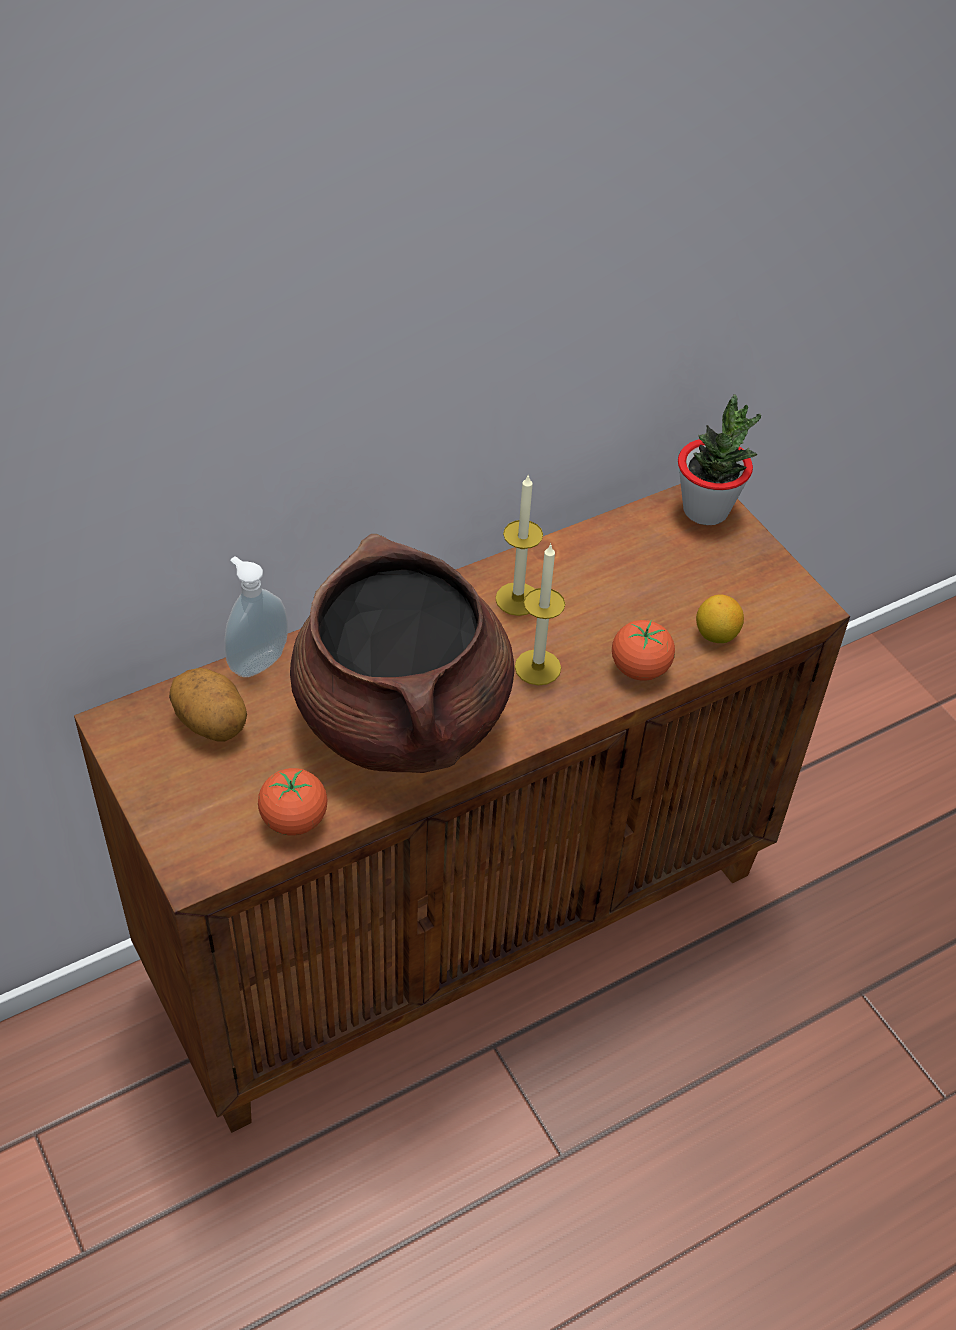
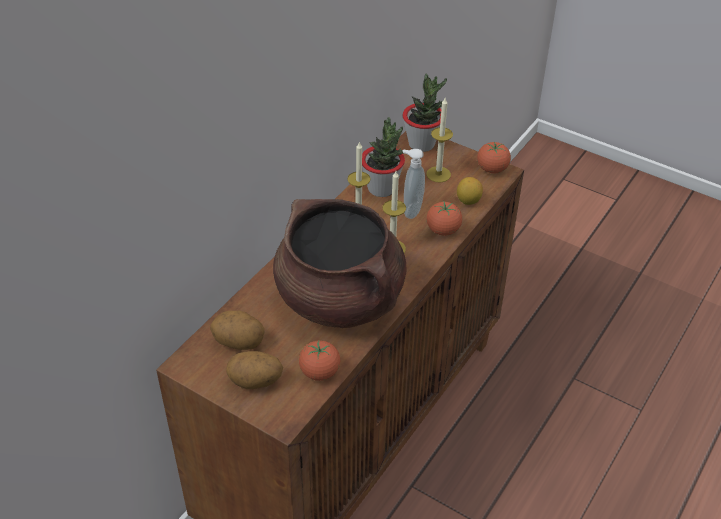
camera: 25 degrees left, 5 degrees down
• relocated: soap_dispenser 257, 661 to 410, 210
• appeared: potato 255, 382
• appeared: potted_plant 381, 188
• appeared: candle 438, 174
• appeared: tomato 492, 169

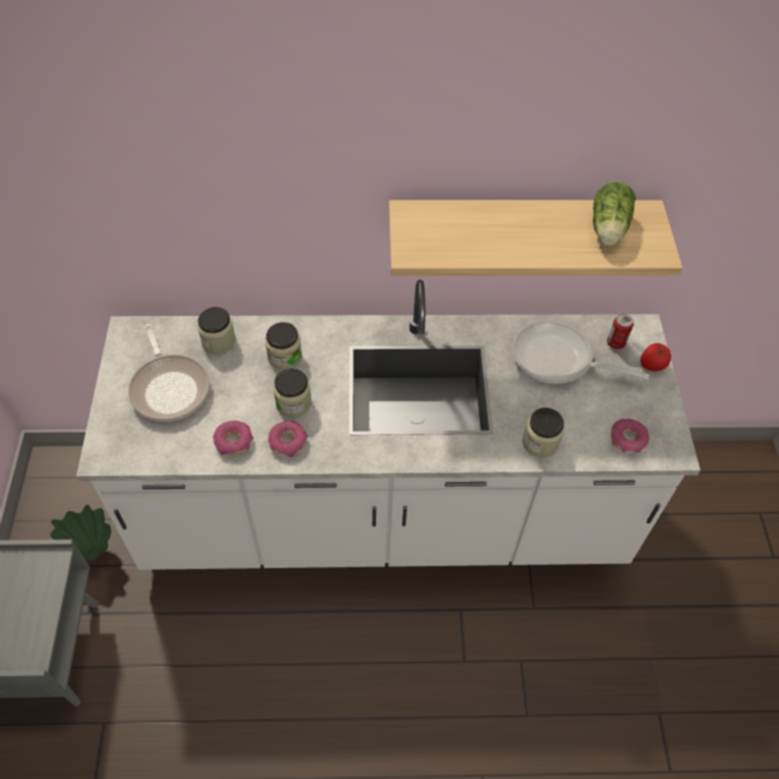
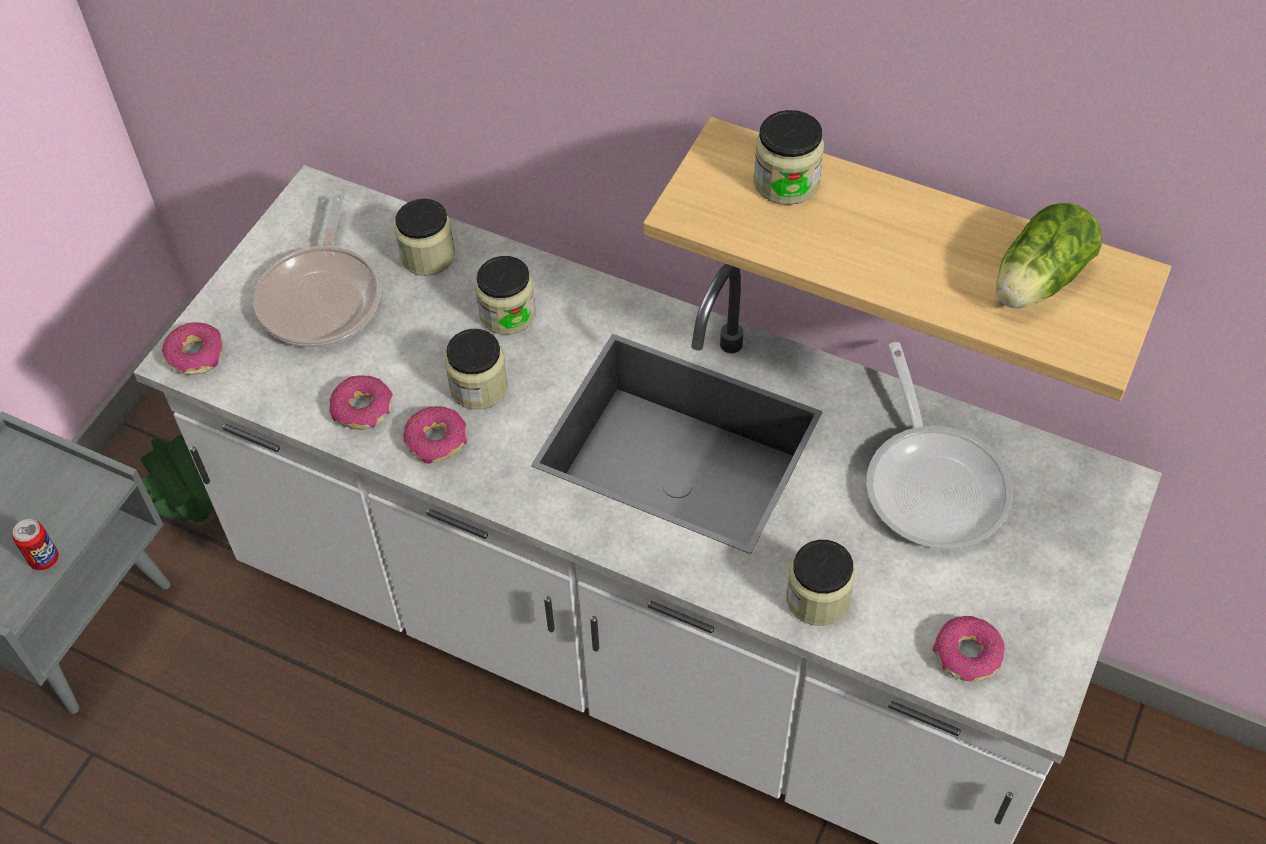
camera: 30 degrees right, 0 degrees up
• spun: frying_pan 559, 360 = 933, 481 150 degrees counterclockwise
• relocated: can 615, 343 to 44, 559
• missing: tomato 652, 365
• appeared: donut 196, 355
• appeared: jar 786, 182

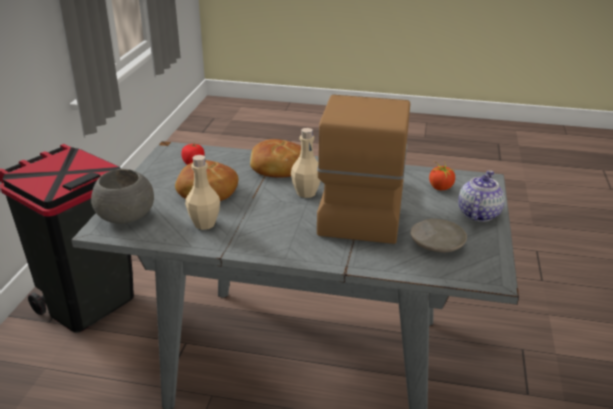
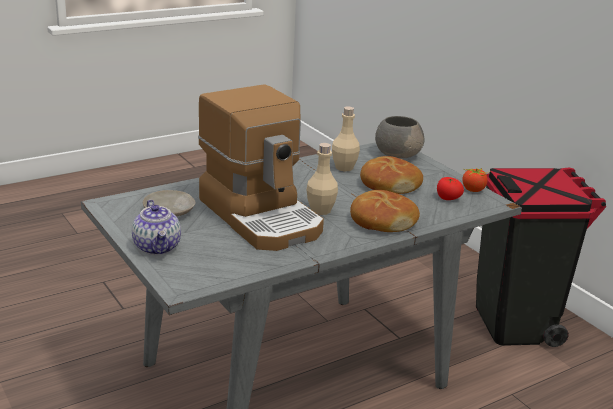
camera: 135 degrees right, 5 degrees down
• relocated: tomato 440, 187 to 473, 190

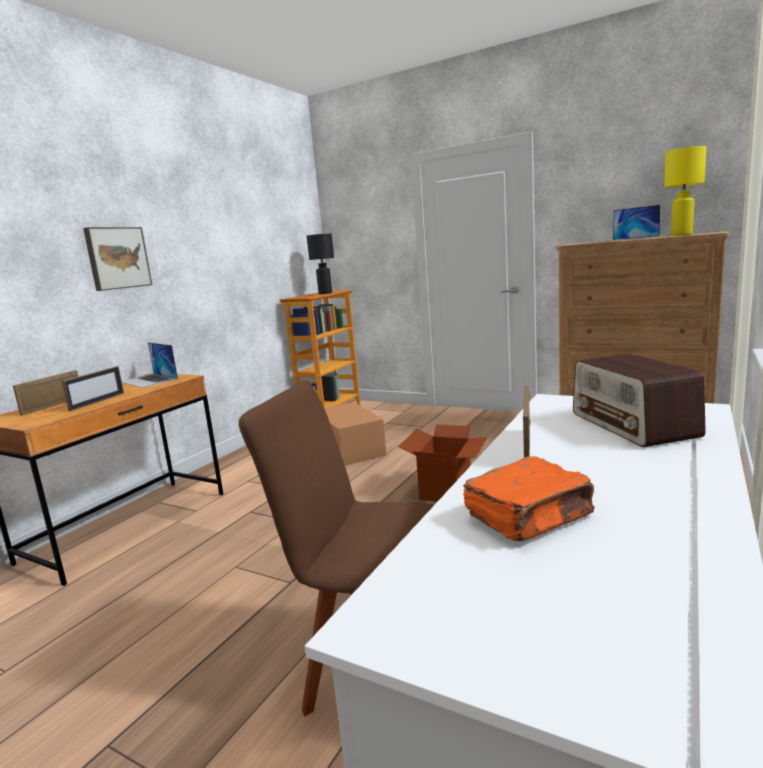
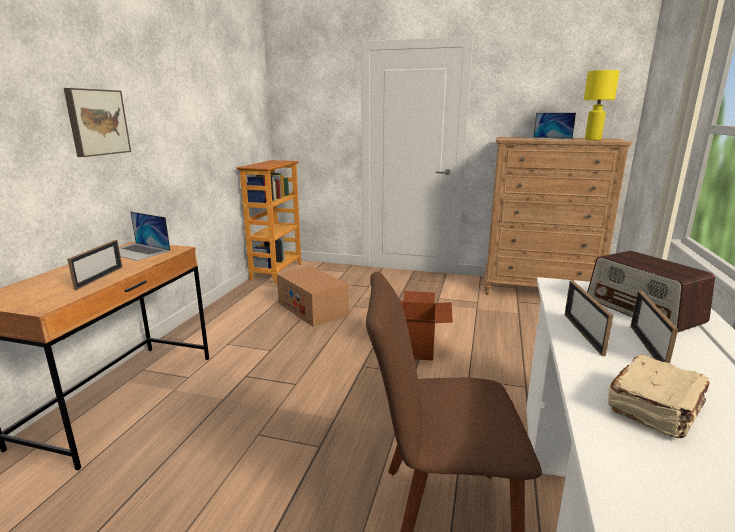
camera: 15 degrees left, 5 degrees up
• relocated: picture_frame 53, 406 to 647, 347
• missing: black_table_lamp 325, 293
• colour: orange_book 530, 517 to beige_book 656, 409

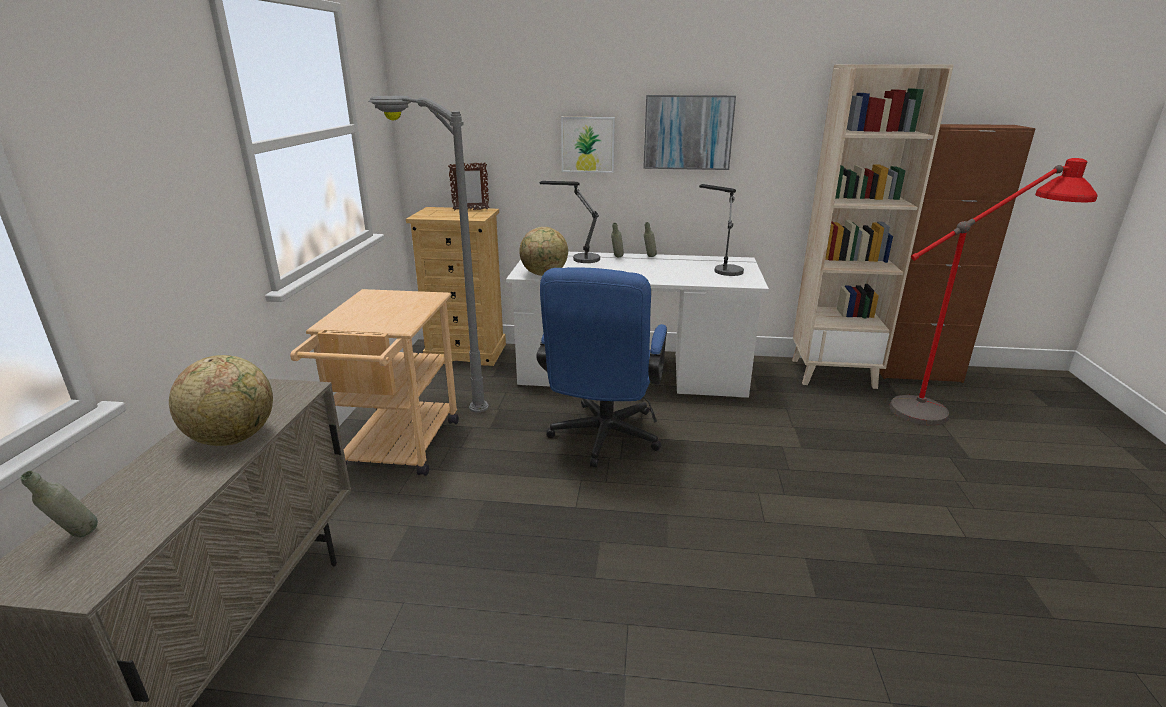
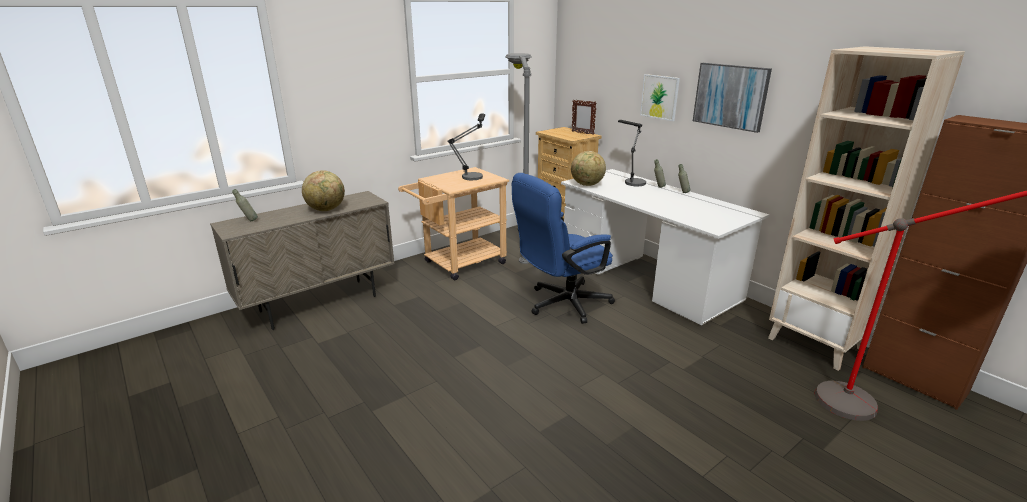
camera: 45 degrees right, 0 degrees up
• relocated: table_lamp 722, 269 to 474, 175

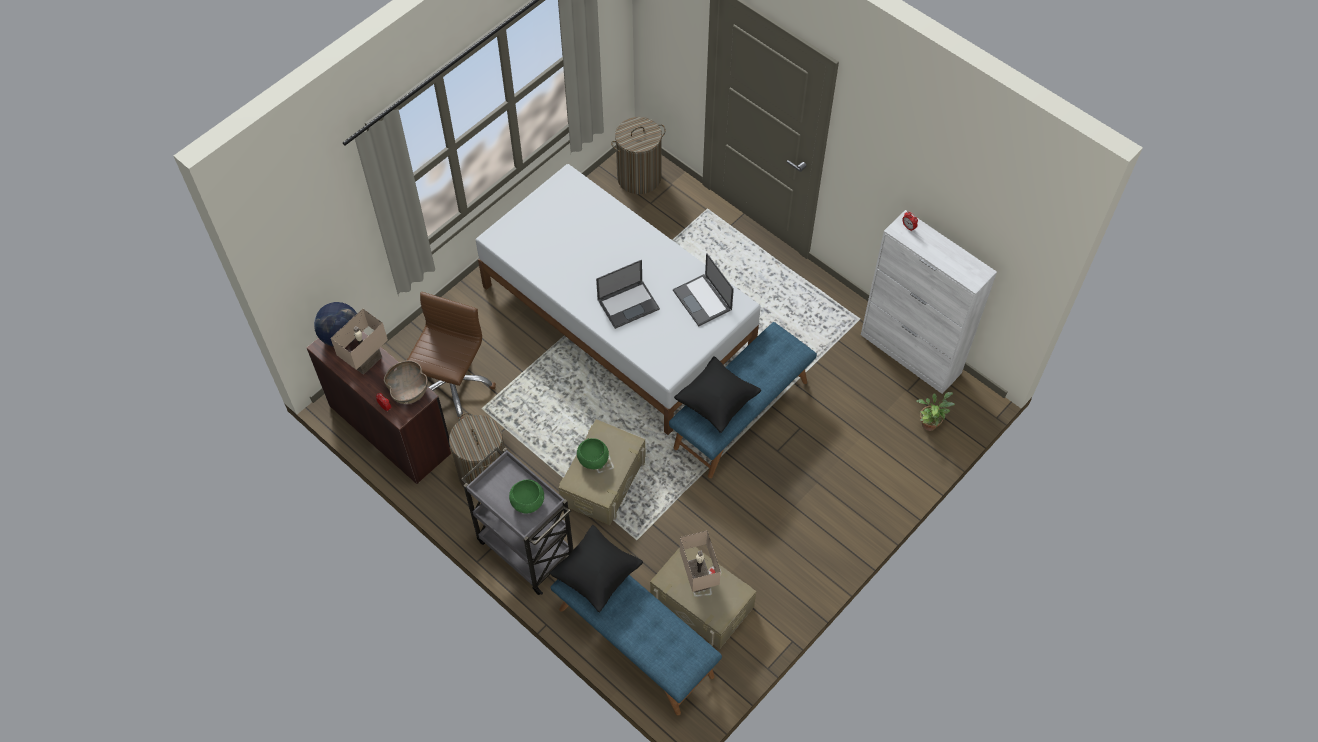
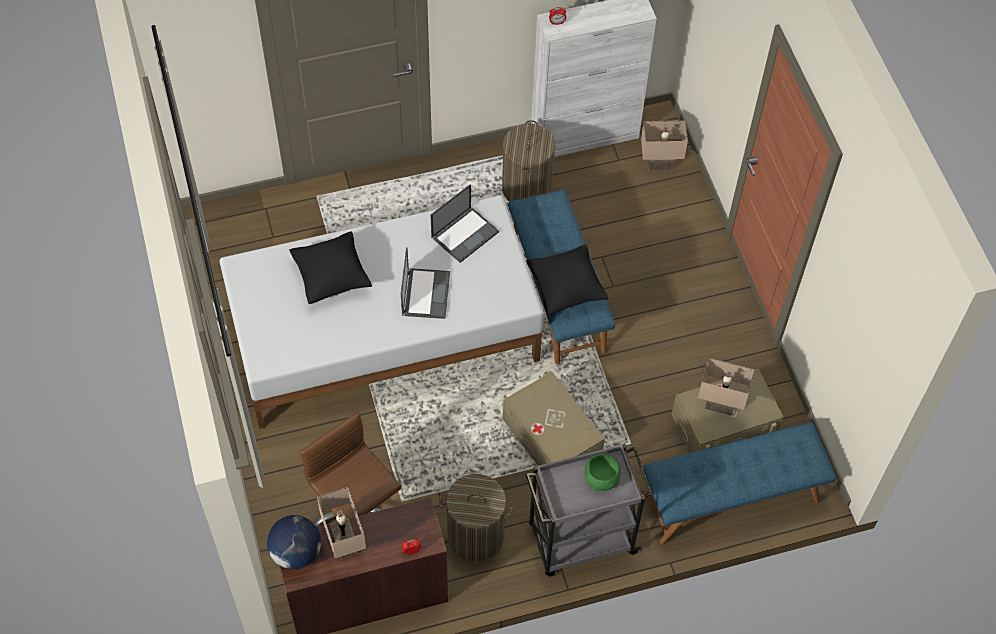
camera: 60 degrees left, 0 degrees up
• missing: brown_bowl 409, 390
• relocated: black_pillow 597, 575 to 331, 277
• missing: green_bowl 593, 459
• relocated: laundry_basket 639, 177 to 526, 188
• spun: laptop 703, 300 = 465, 234 45 degrees counterclockwise
• exchanged: potted_plant 929, 422 to beige_table_lamp 660, 162

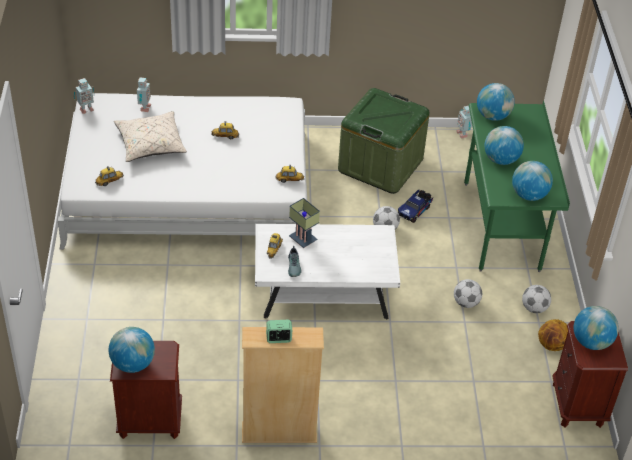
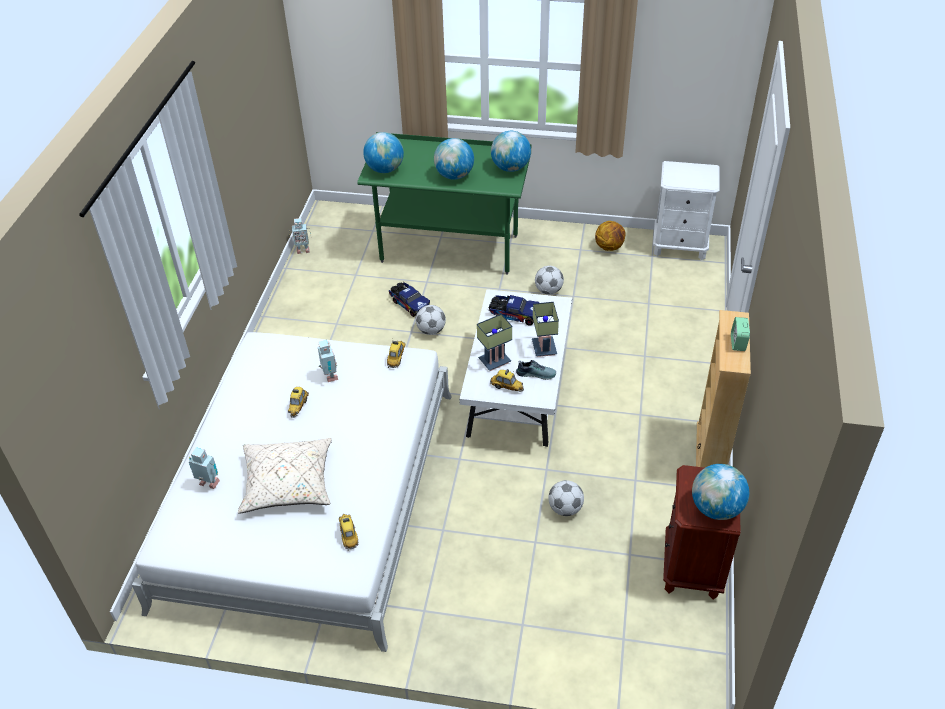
camera: 75 degrees left, 0 degrees up
• relocated: toy_robot 86, 109 to 329, 377
• missing: green_storage_box 380, 165
• relocated: football 534, 308 to 565, 509
• colour: brown_nightstand 578, 405 to white_nightstand 680, 246
• missing: globe 591, 342
• appeared: toy_truck 514, 315
• appeared: table_lamp 542, 348

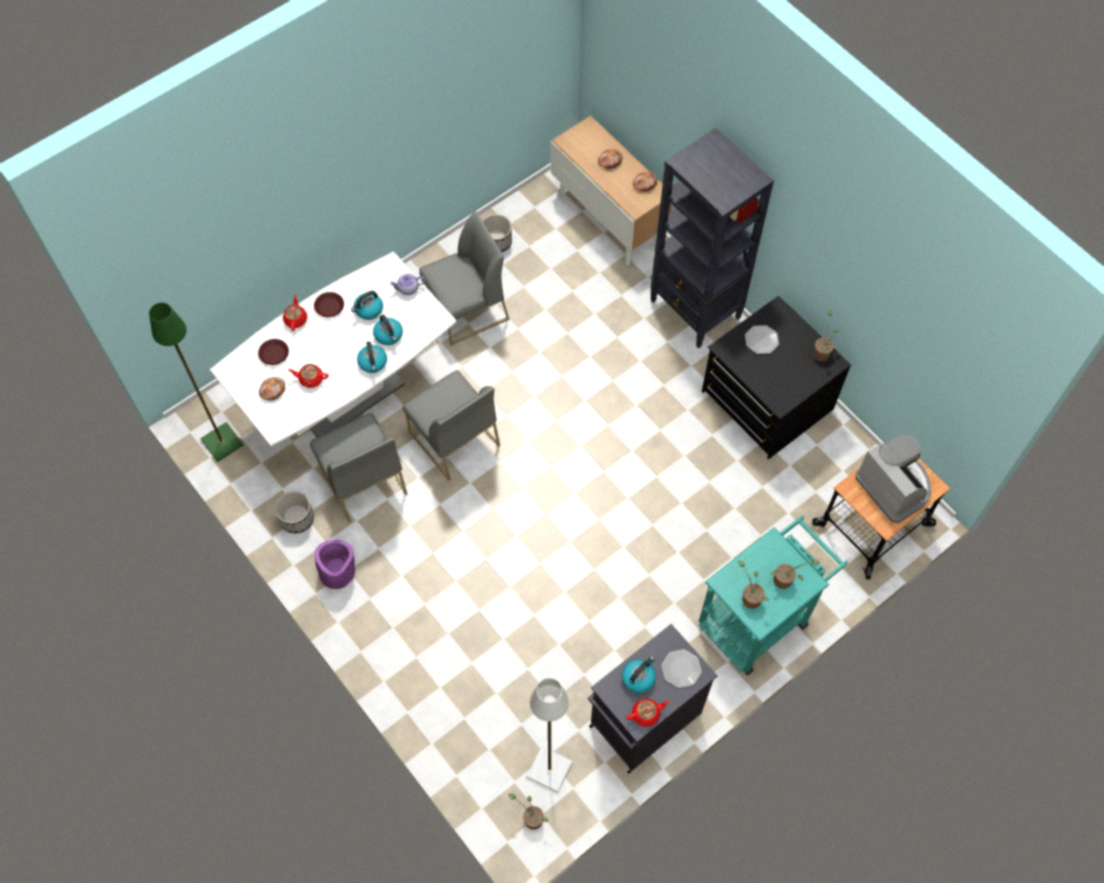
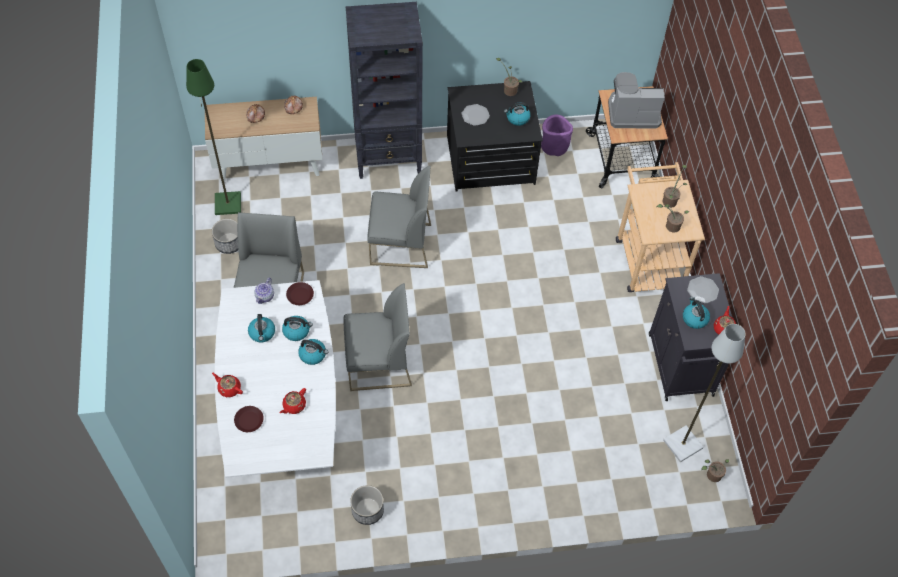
camera: 60 degrees left, 5 degrees down
• relocated: green_floor_lamp 221, 442 to 227, 204
• missing: bread 272, 390
• relocated: grey_chair 362, 480 to 400, 245
• relocated: brown_plate 329, 306 to 300, 295
• relocated: purple_planter 338, 572 to 554, 146
• colour: turquoise_cart 759, 617 to beige_cart 647, 257
• appeared: kettle 517, 118

